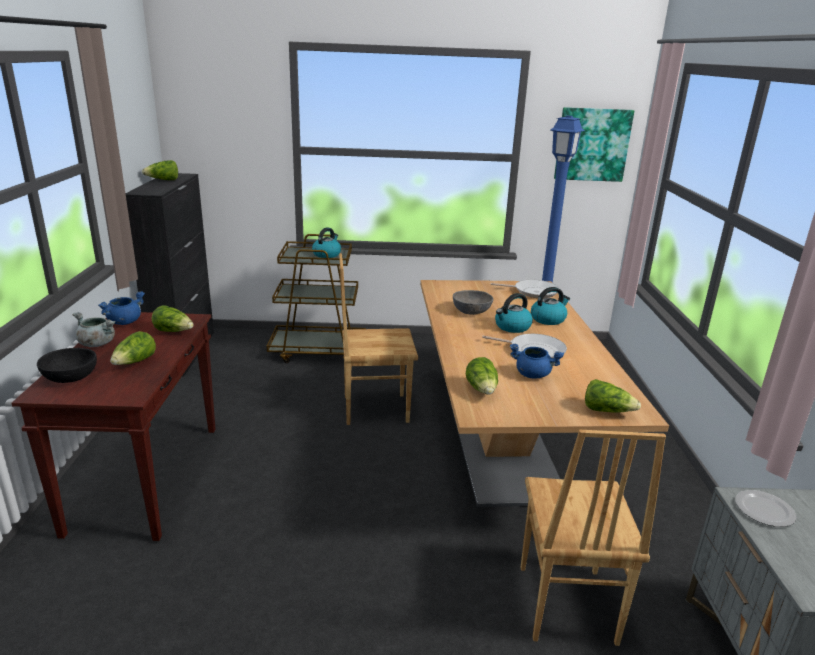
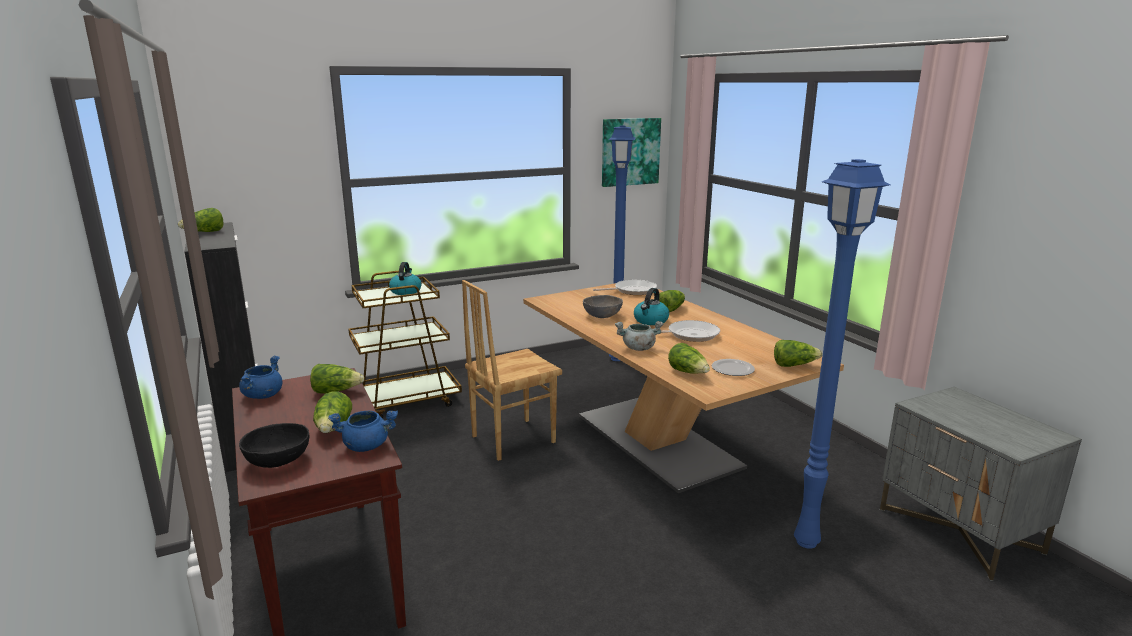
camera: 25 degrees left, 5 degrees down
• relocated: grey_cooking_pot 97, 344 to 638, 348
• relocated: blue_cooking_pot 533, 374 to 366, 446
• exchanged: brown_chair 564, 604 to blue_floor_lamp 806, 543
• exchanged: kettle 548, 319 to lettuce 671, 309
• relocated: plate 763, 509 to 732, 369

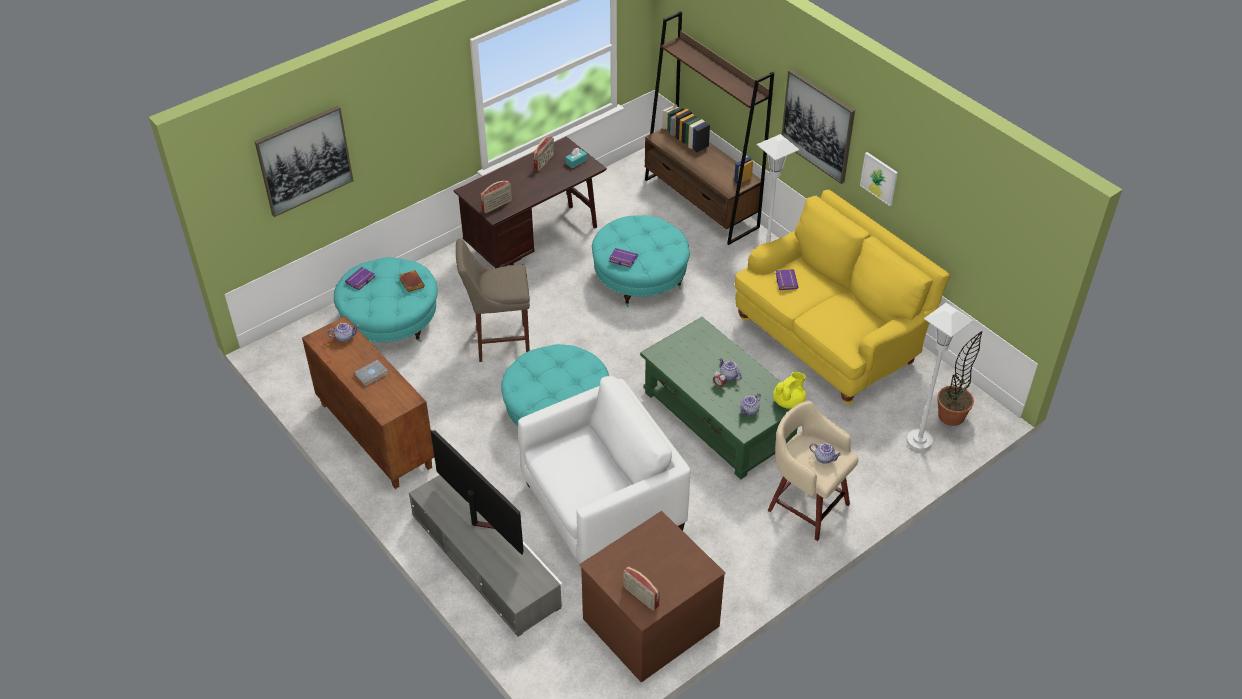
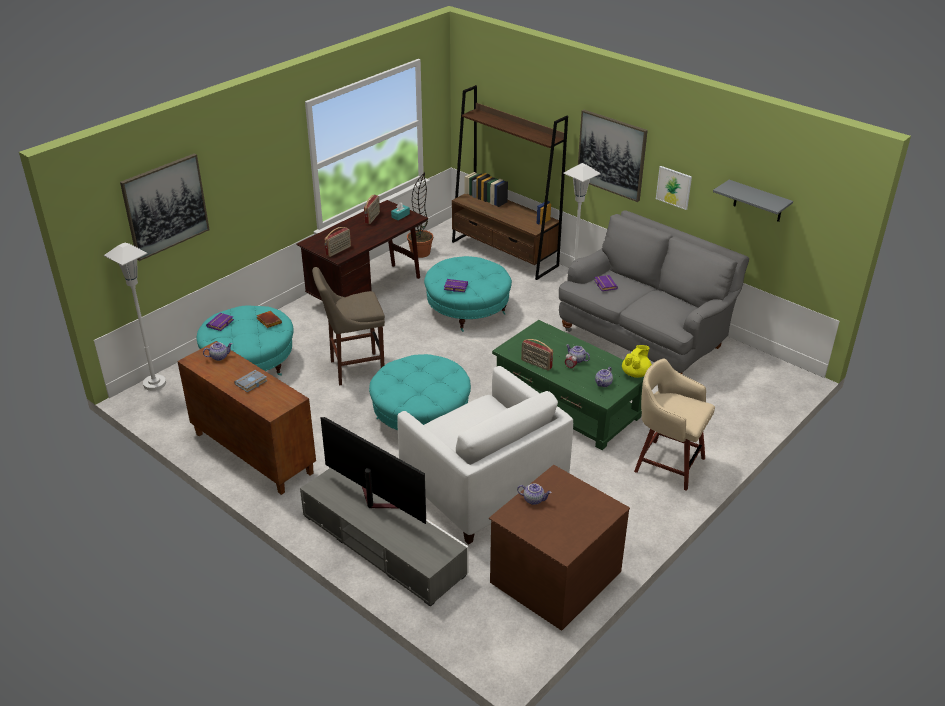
camera: 10 degrees left, 10 degrees down
• spun: white_armchair 602, 507 = 483, 486 90 degrees clockwise
• relocated: radio 640, 597 to 536, 364
• colour: yellow_sofa 830, 339 to grey_sofa 644, 337
• relocated: teapot 824, 458 to 534, 499
• relocated: white_floor_lamp 919, 441 to 154, 384
• relocated: potted_plant 951, 416 to 420, 253
• appeared: grey_shelf 758, 201

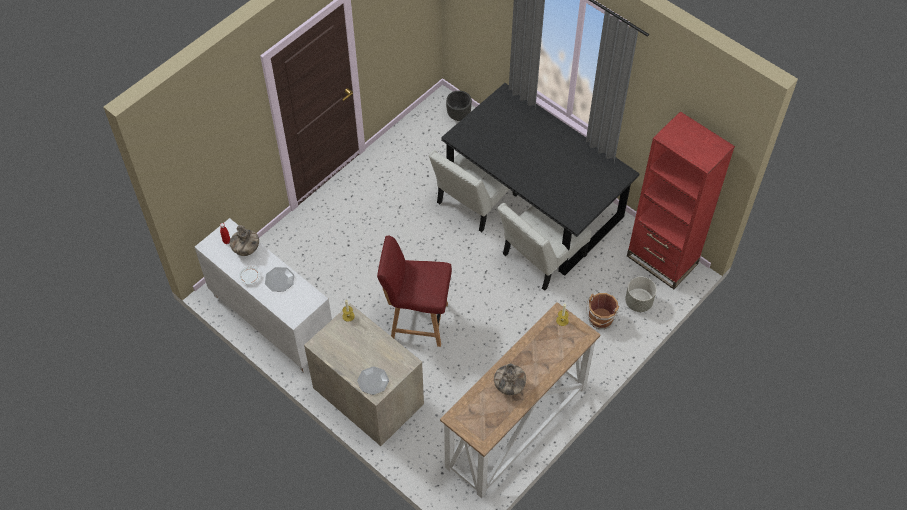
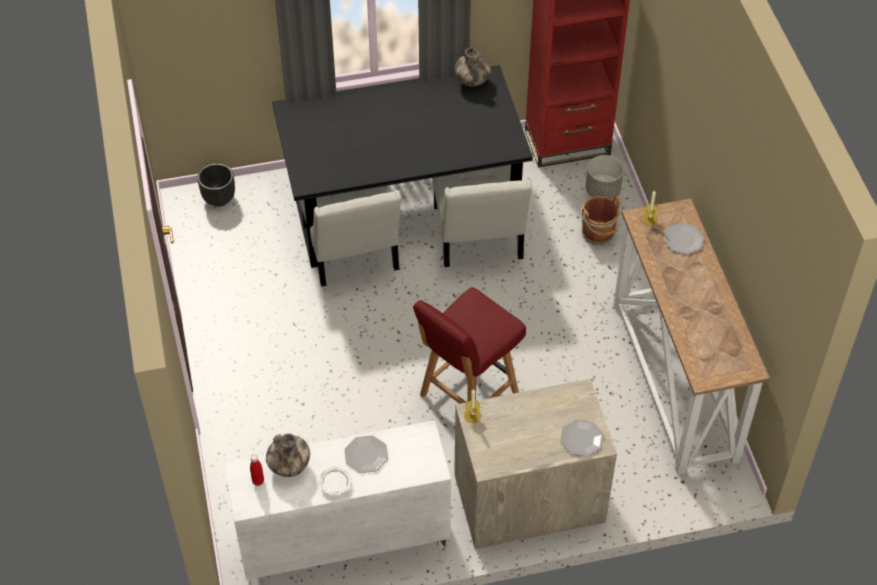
camera: 55 degrees left, 5 degrees down
• relocated: vase 509, 386 to 472, 81
• appeared: plate 683, 239

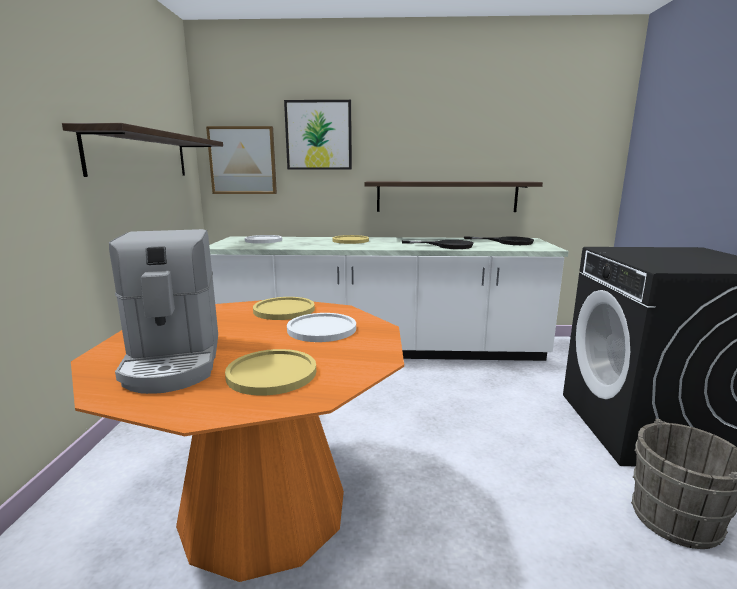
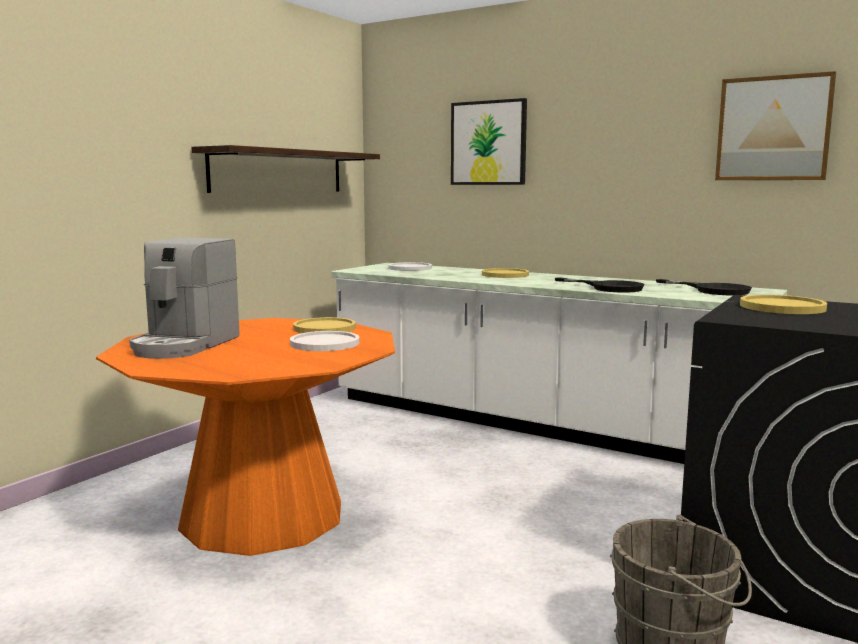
camera: 30 degrees right, 5 degrees down
• relocated: picture 243, 160 to 773, 128
• relocated: yellow_plate 272, 373 to 782, 307
• missing: shelf 446, 196

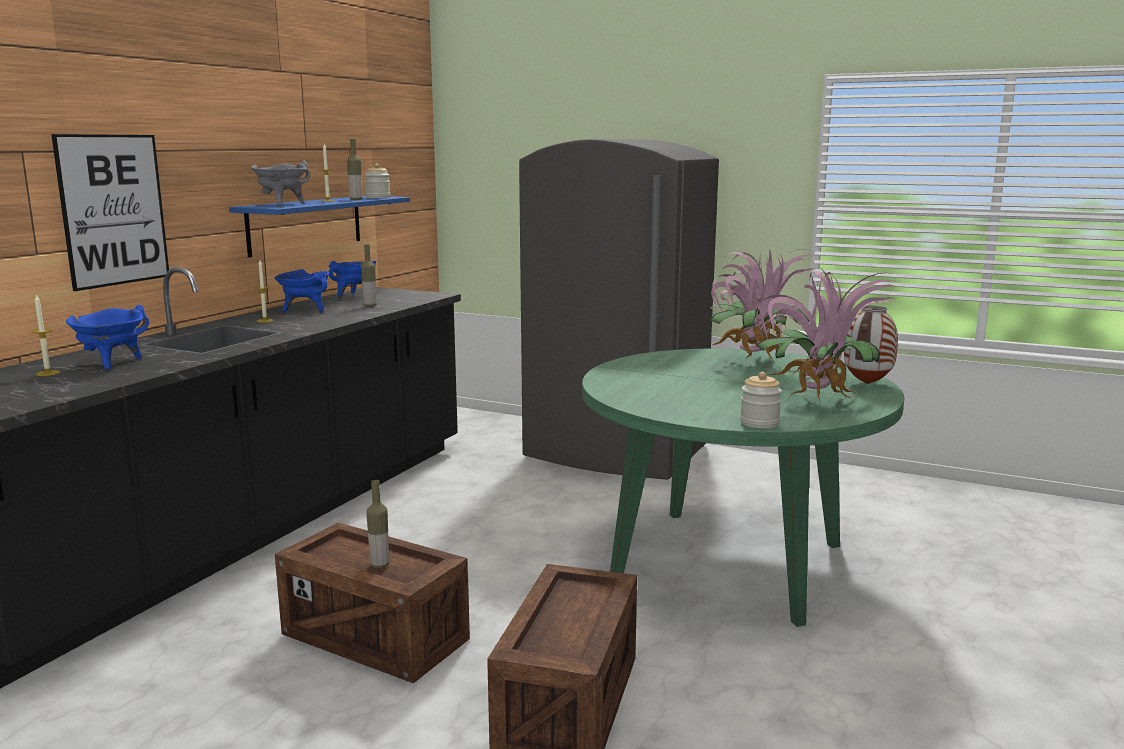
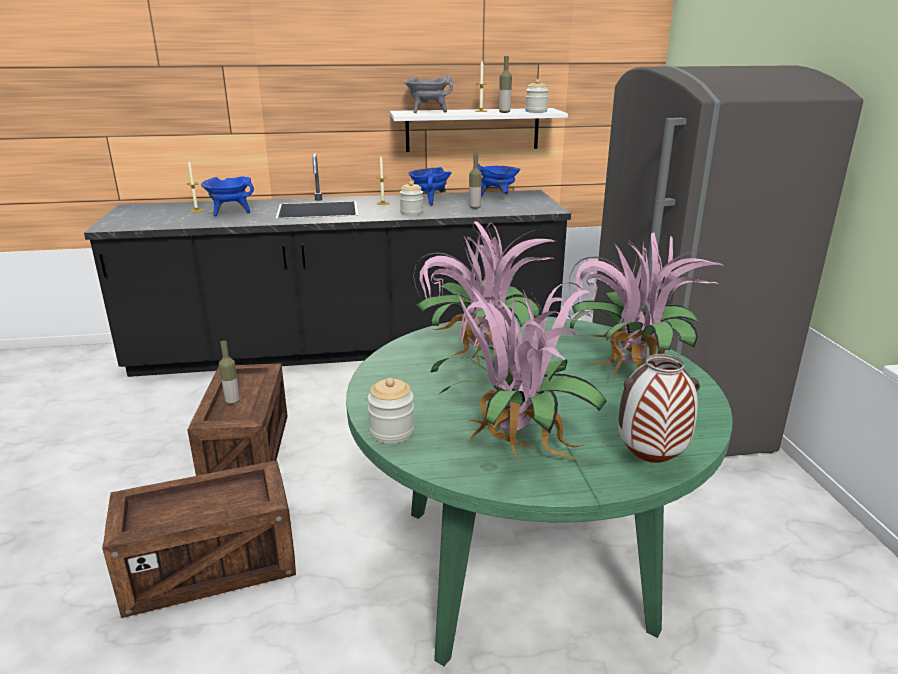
camera: 55 degrees right, 10 degrees up
• missing: picture 113, 210
• colour: blue_shelf 305, 224 to white_shelf 472, 130
• appeared: jar 411, 213
• appeared: potted_plant 479, 358

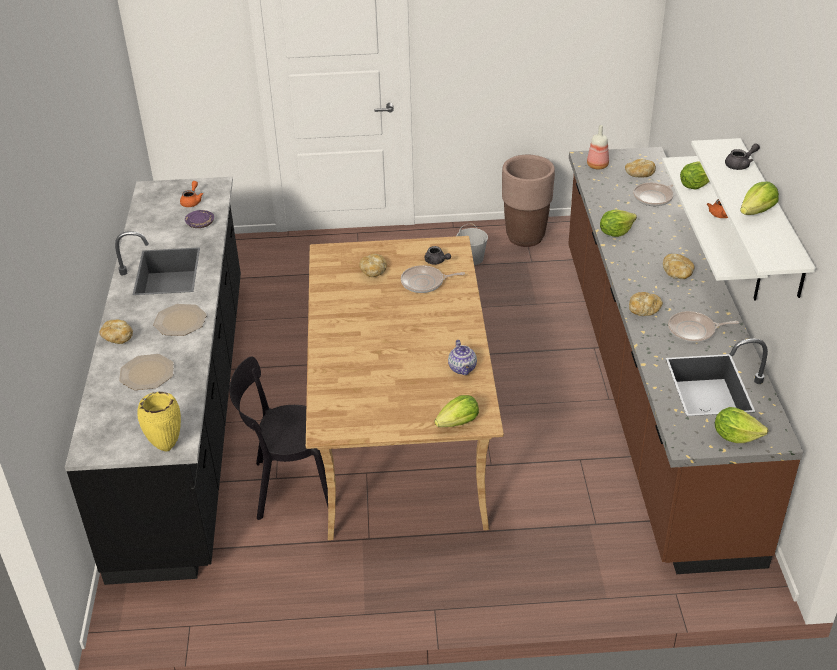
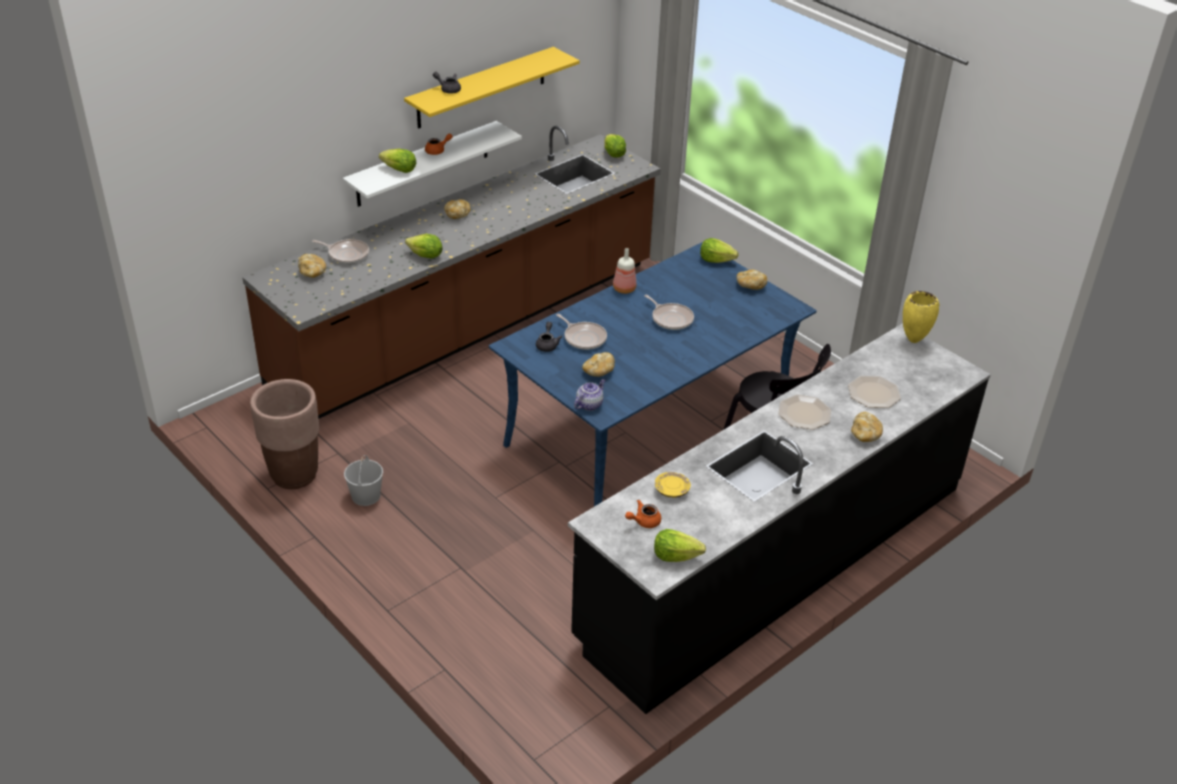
camera: 130 degrees left, 0 degrees up
• colour: purple_plate 200, 223 to yellow_plate 671, 489
• colour: beige_dining_table 402, 430 to blue_dining_table 648, 425
• relocated: teapot 463, 369 to 589, 404
• relocated: bottle 597, 165 to 623, 289
• relocated: bread 644, 310 to 750, 286
• relocated: frying_pan 694, 331 to 671, 318
• colour: white_shelf 771, 217 to yellow_shelf 481, 88
• relocated: lettuce 756, 212 to 675, 556

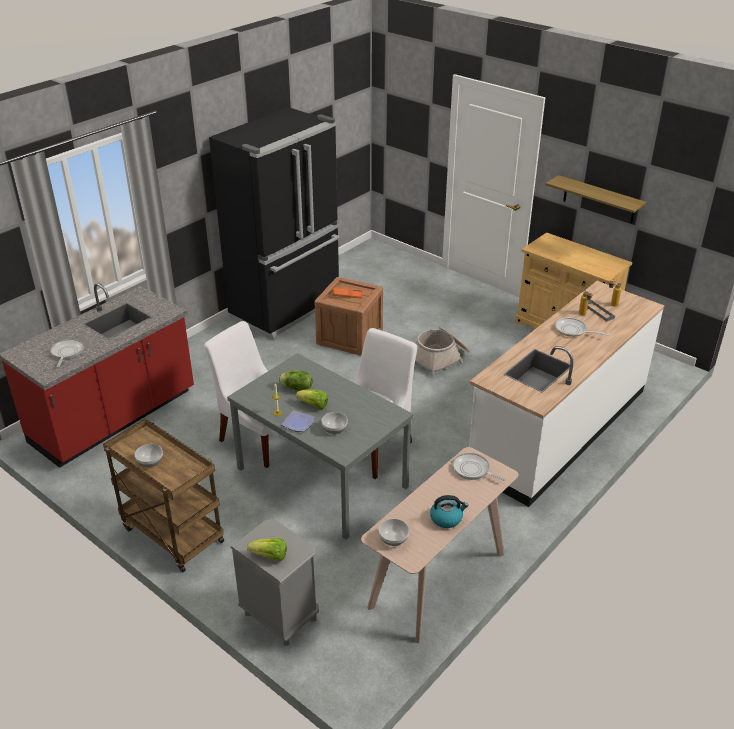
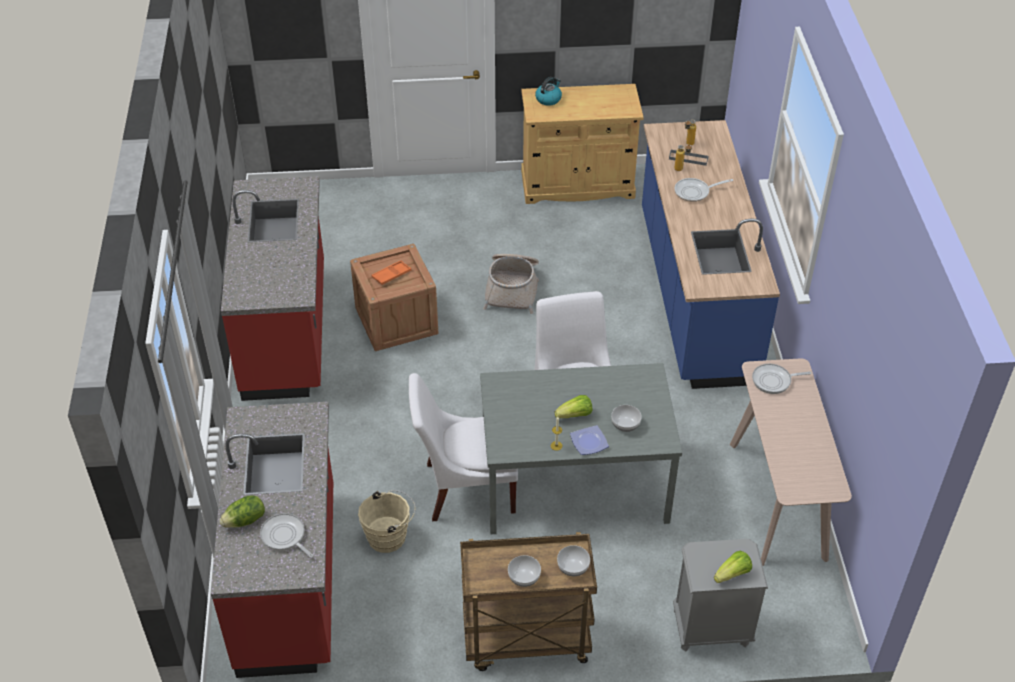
camera: 45 degrees left, 10 degrees up
• exchanged: black_fridge 287, 310 to red_counter 287, 331
• relocated: lettuce 297, 388 to 245, 520
• relocated: bowl 393, 539 to 573, 567
• relocated: kettle 446, 518 to 548, 99
• colour: white_counter 558, 429 to blue_counter 694, 295
• missing: shelf 599, 200
• appeared: beige_bucket 390, 536

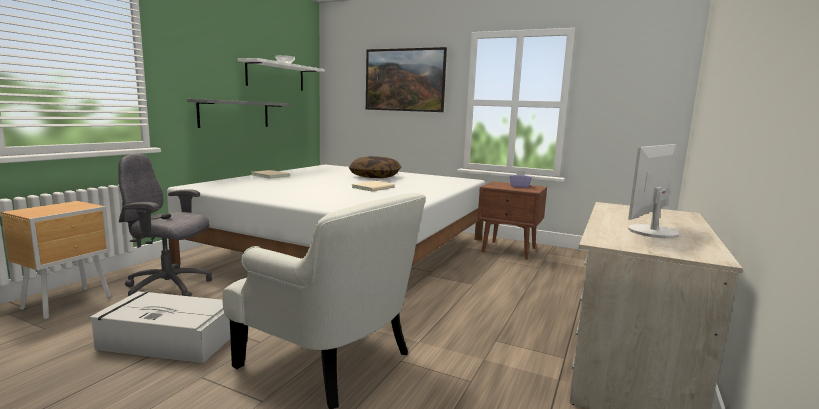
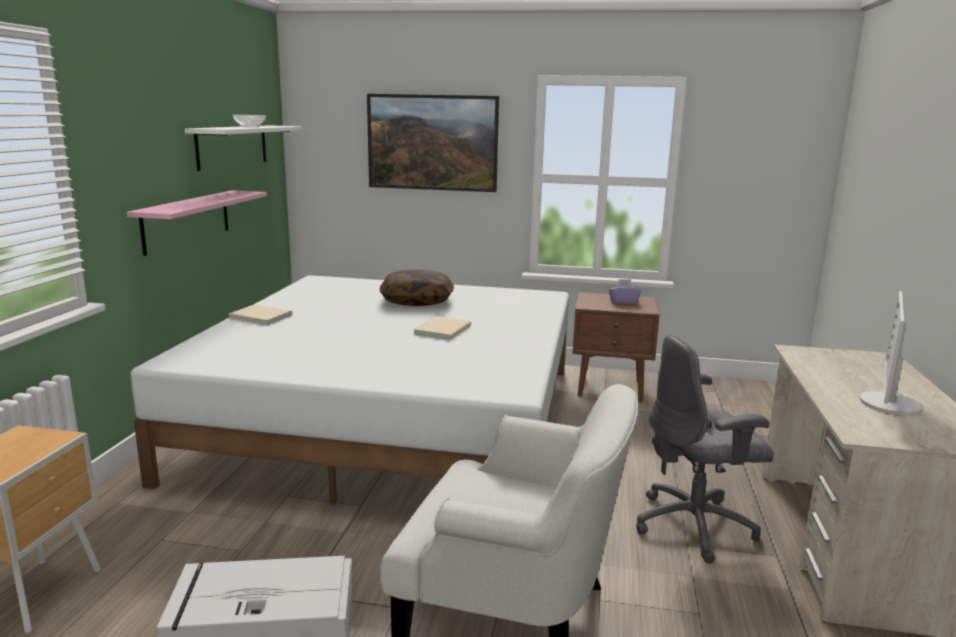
camera: 15 degrees left, 5 degrees up
• relocated: grey_office_chair 168, 288 to 695, 526
• colour: grey_shelf 234, 114 to pink_shelf 187, 220

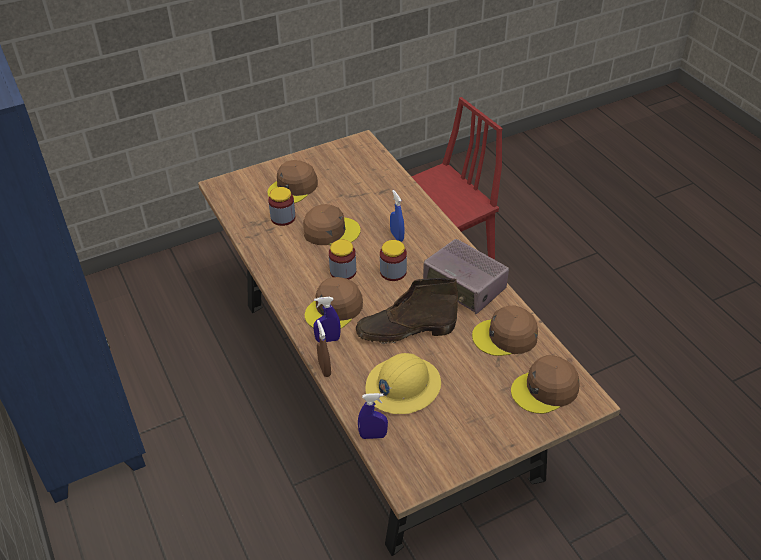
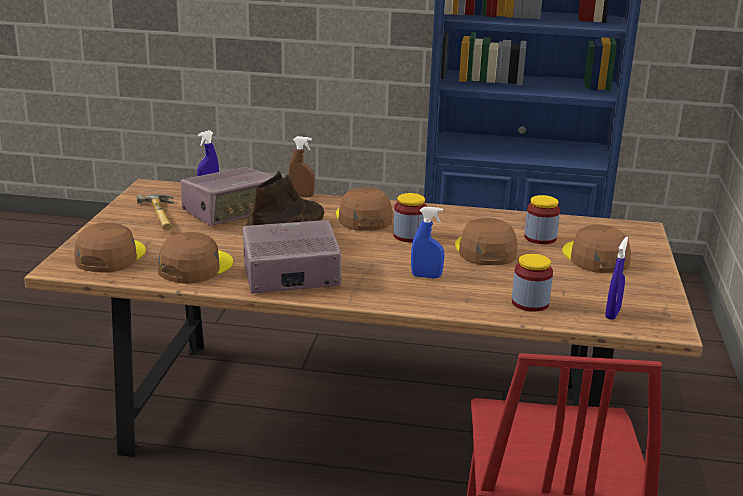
camera: 125 degrees right, 20 degrees down
• spun: brown_cap 331, 231 = 484, 250 135 degrees clockwise
• relocated: blue_spray_bottle 328, 339 to 612, 314
• exchanged: yellow_hard_hat 402, 386 to radio 230, 212
• relocated: jar 393, 272 to 530, 303
• appeared: hammer 164, 216

